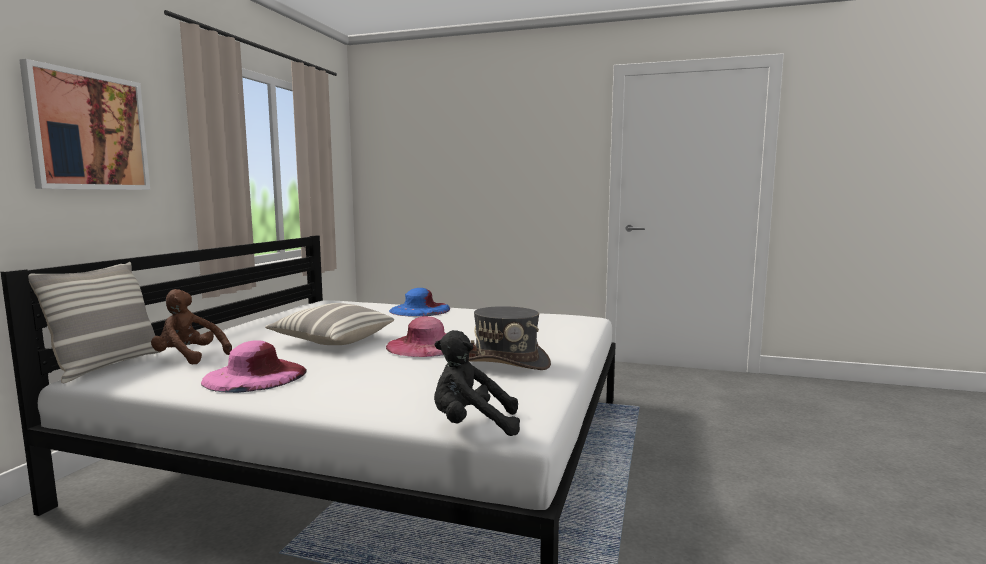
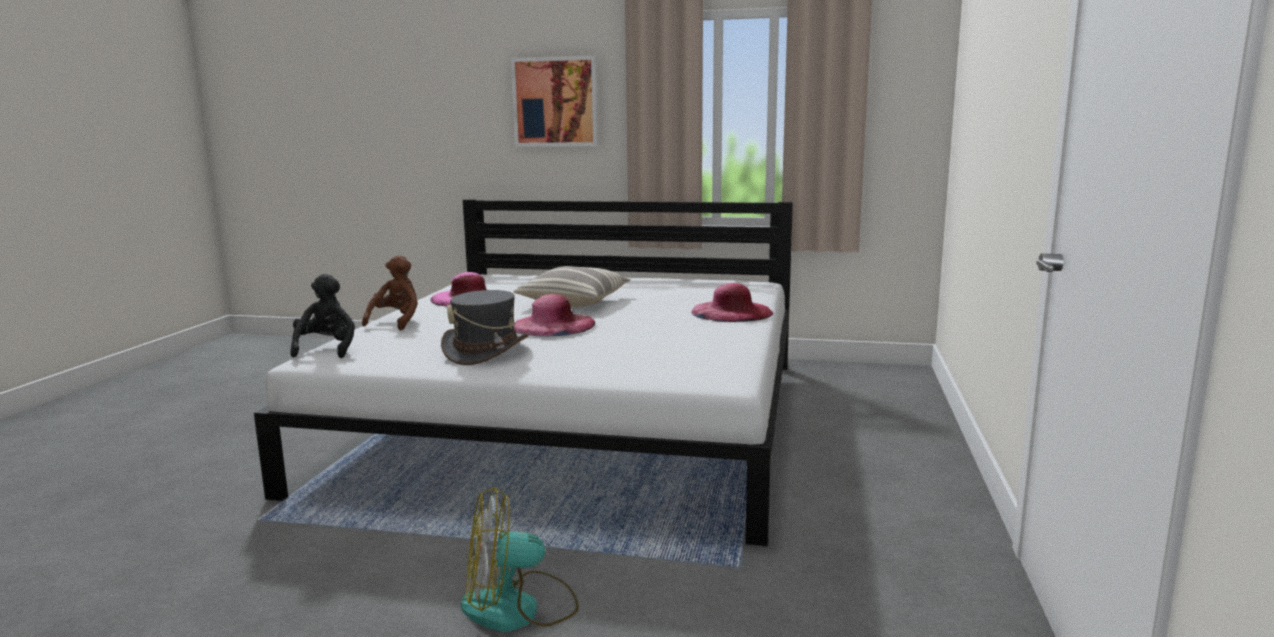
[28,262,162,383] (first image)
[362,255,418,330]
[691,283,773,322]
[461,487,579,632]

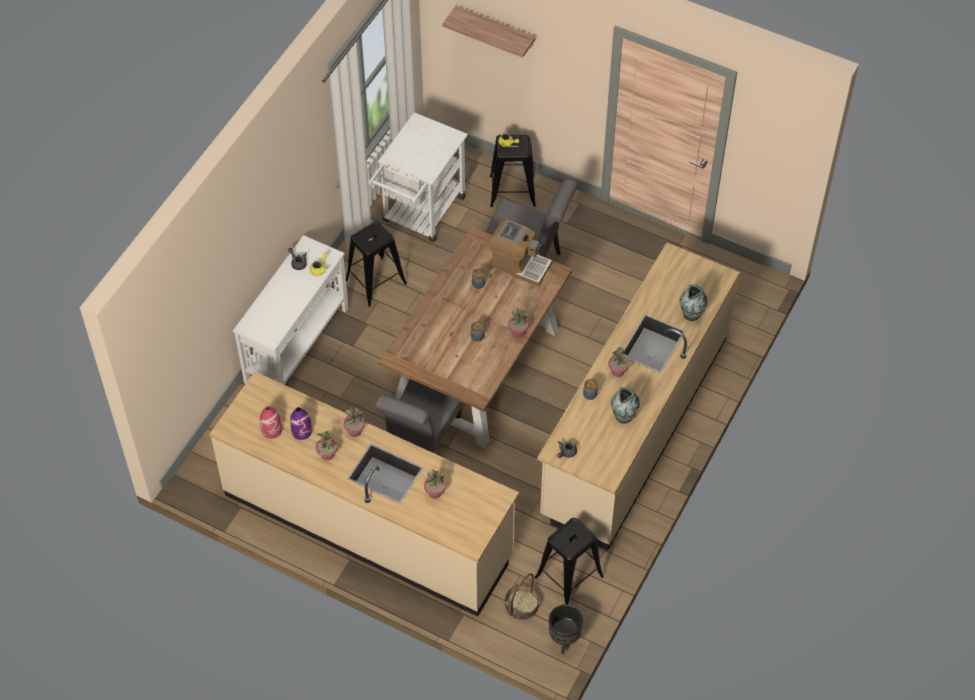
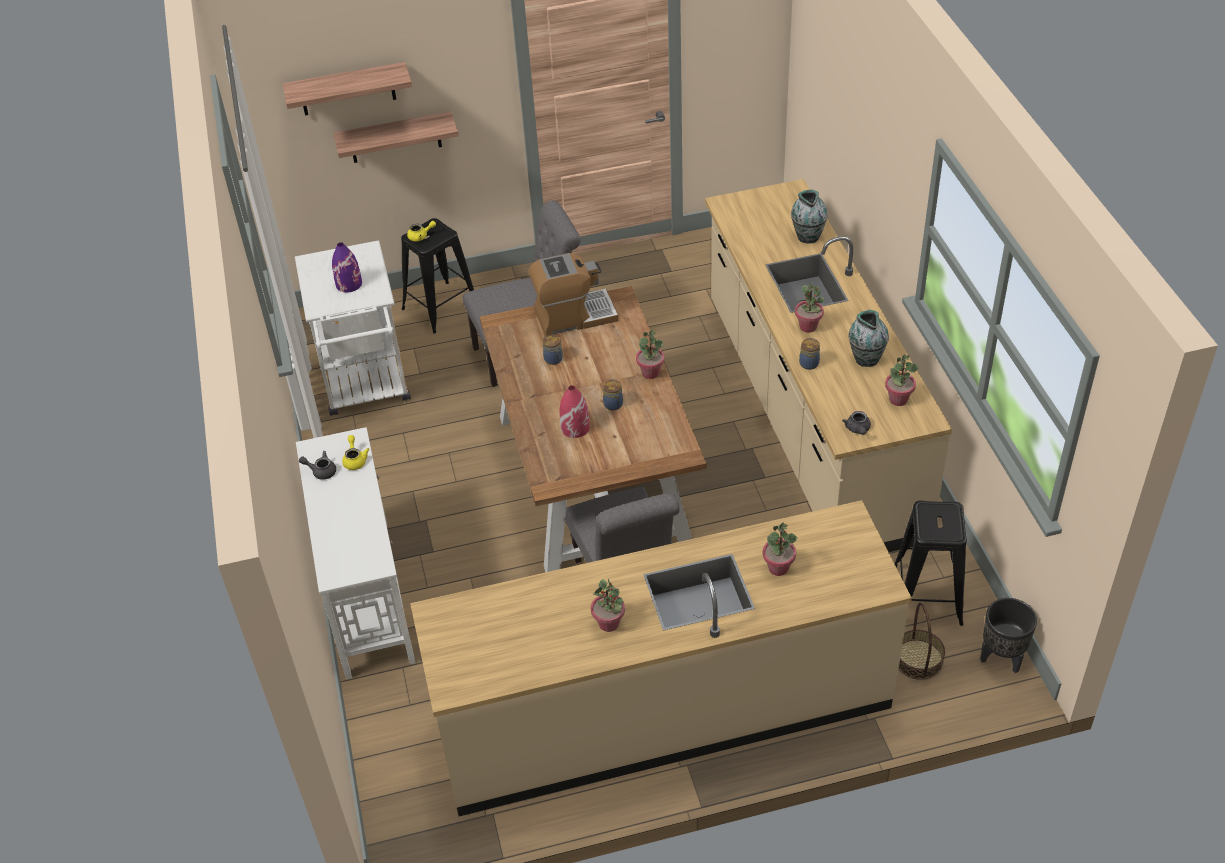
[560,385,590,438]
[332,242,362,292]
[885,354,918,406]
[346,221,407,307] (first image)
[333,111,459,163]

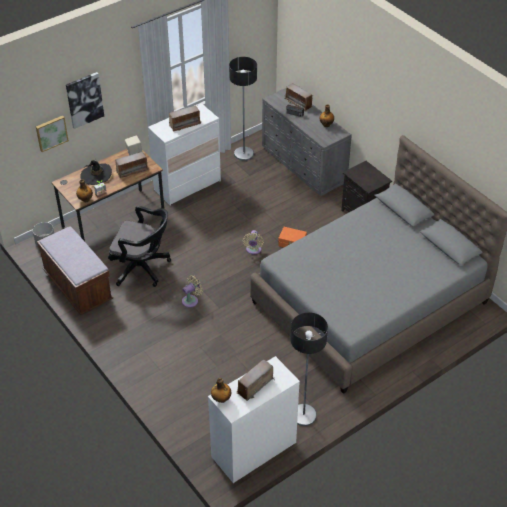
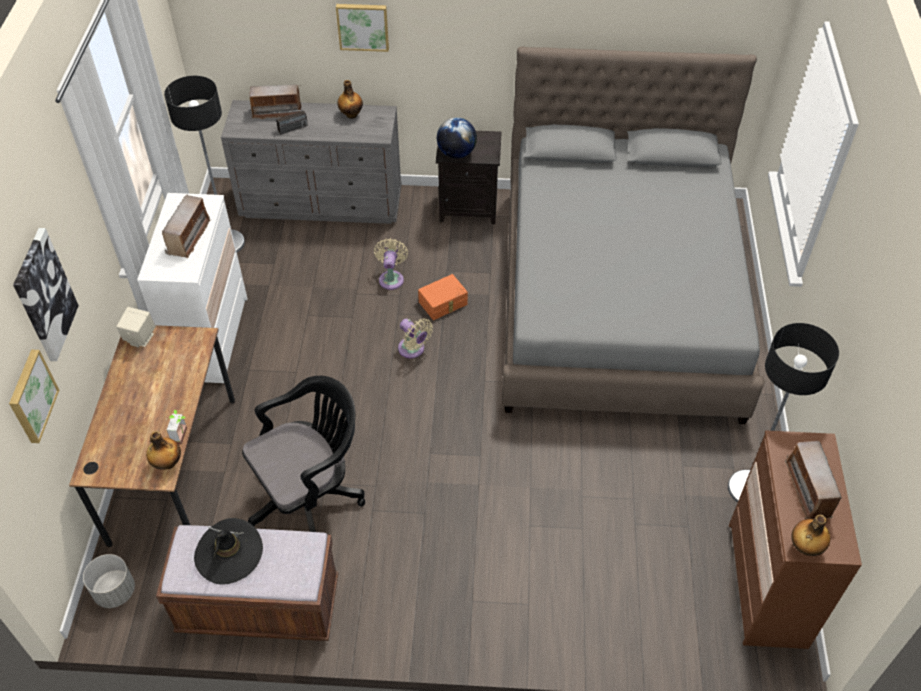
[194,518,263,585]
[115,152,149,178] (first image)
[374,238,408,290]
[729,431,862,649]
[336,4,389,52]
[437,117,477,158]

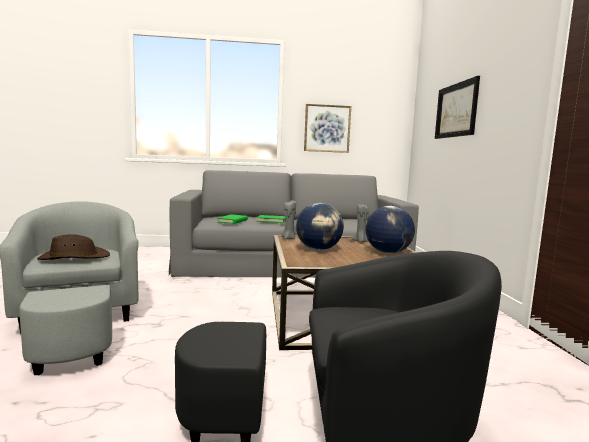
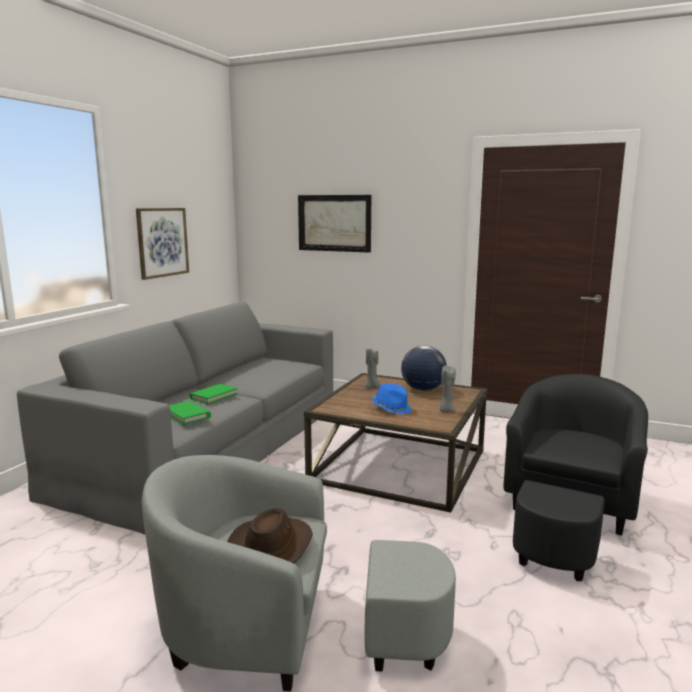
[440,366,456,412]
[371,384,412,414]

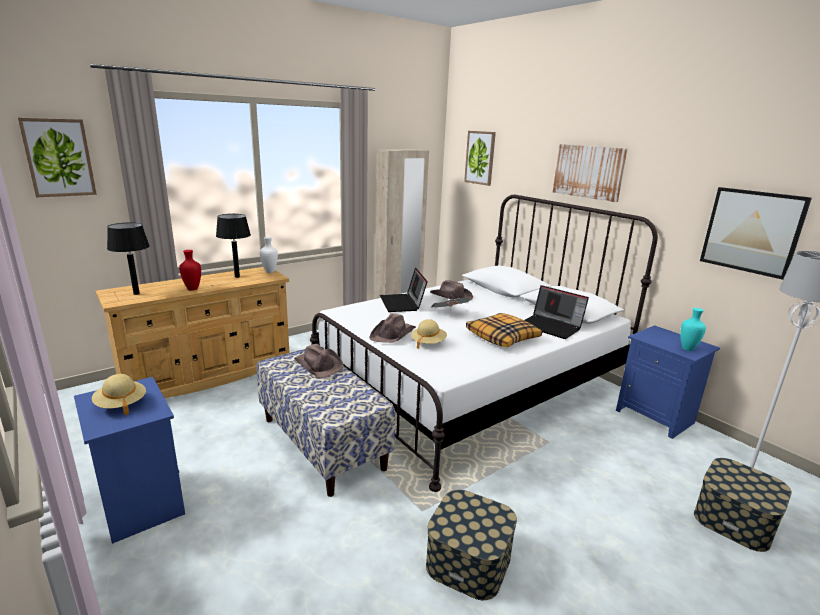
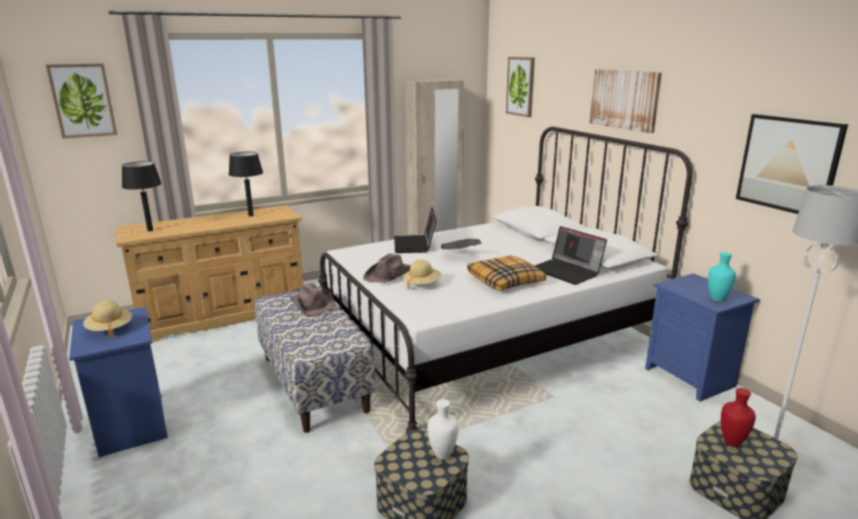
[721,388,756,447]
[427,399,459,460]
[430,280,473,301] (first image)

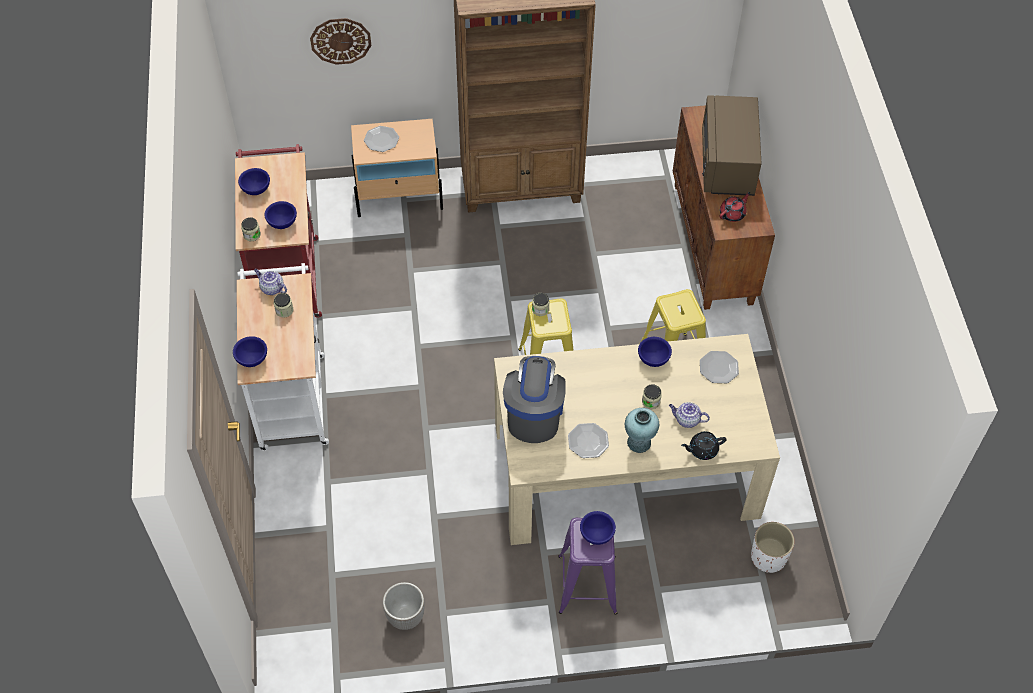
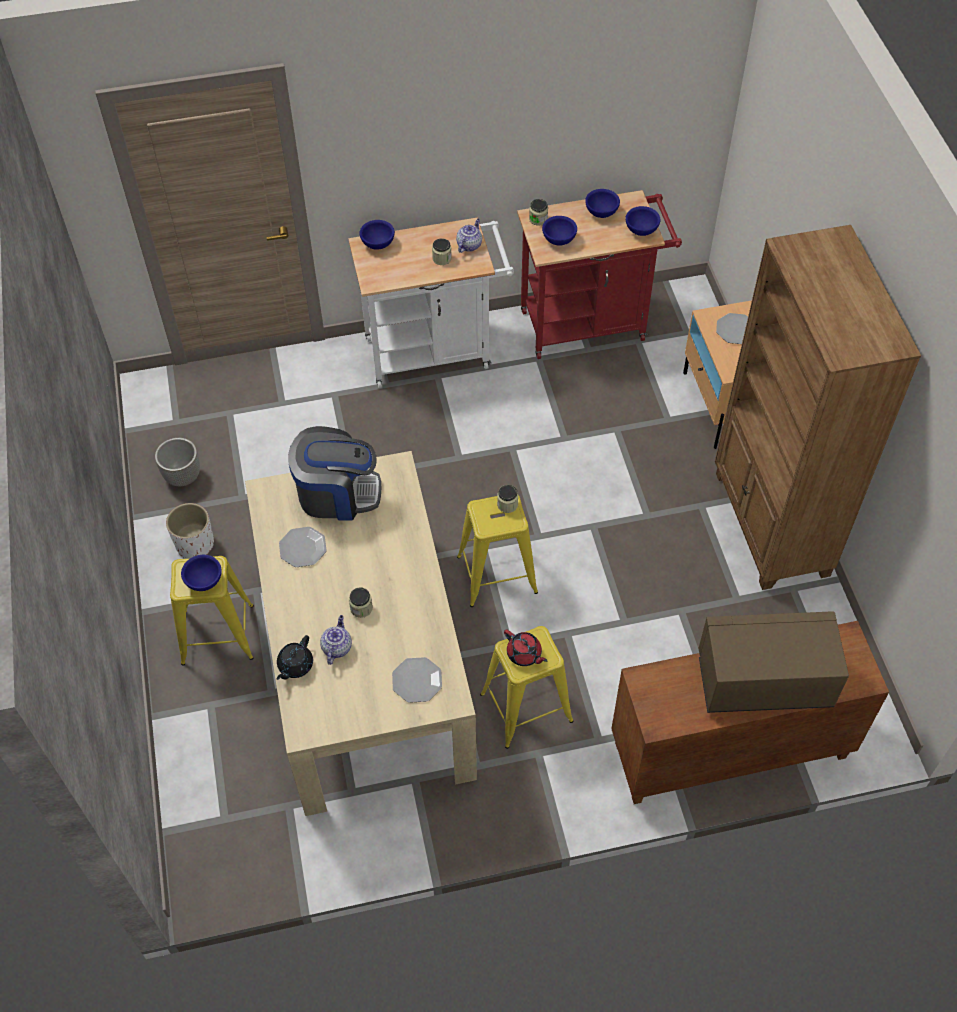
[310,18,371,65] (first image)
[170,556,254,666]
[625,408,659,453] (first image)
[625,206,660,236]
[277,635,313,680]
[504,630,547,666]
[166,503,214,559]

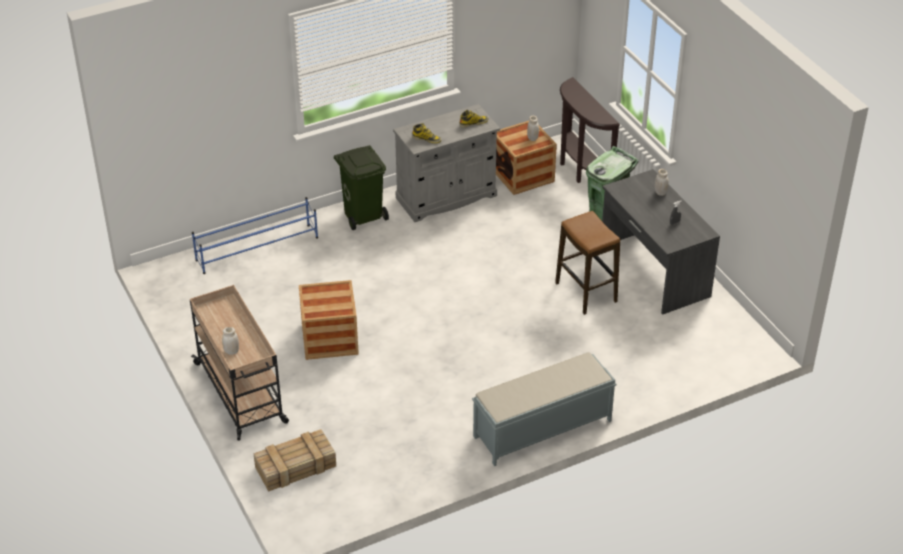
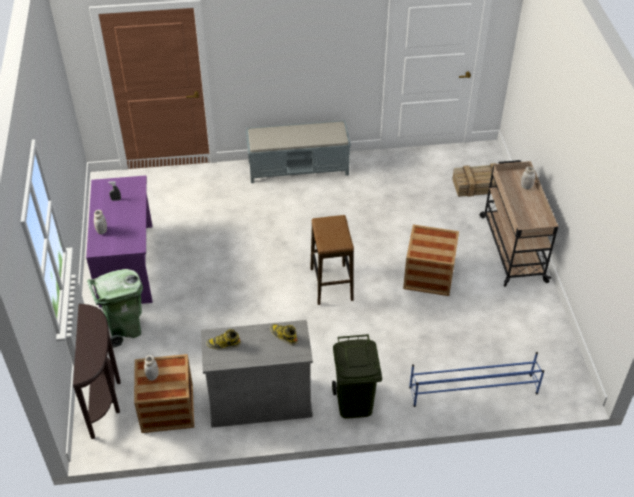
[310,215,354,305]
[86,175,153,308]

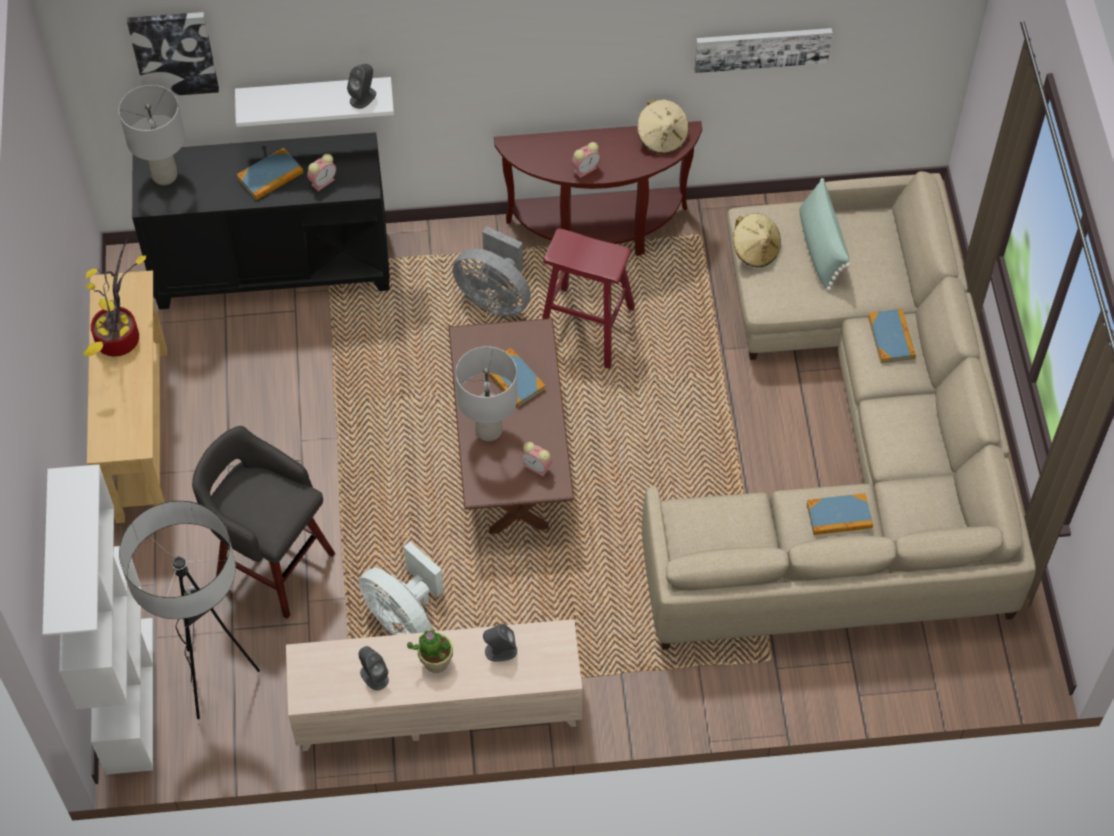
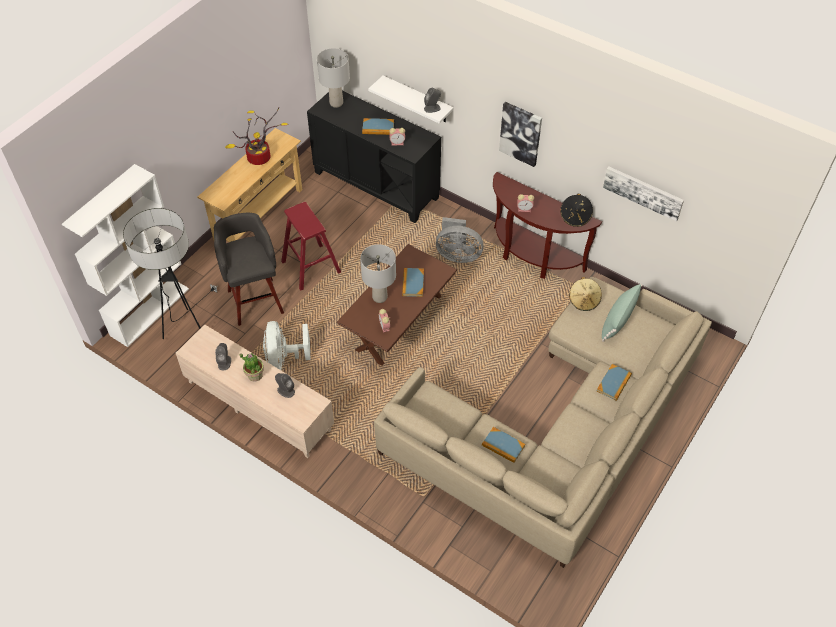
[499,102,542,167]
[436,217,484,263]
[281,202,341,290]
[560,194,593,227]

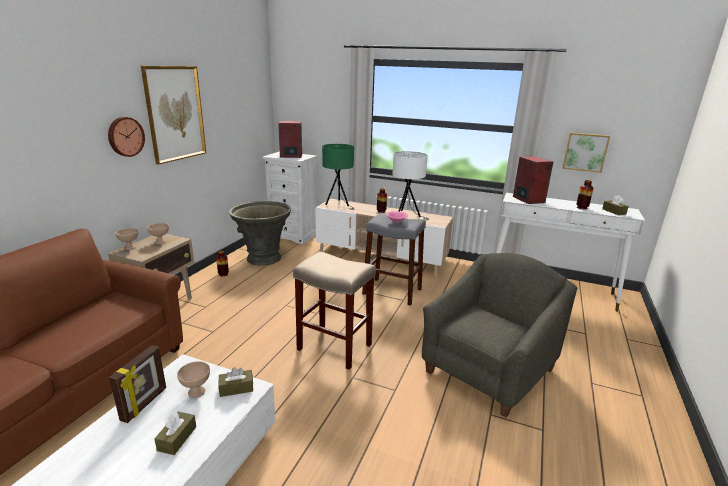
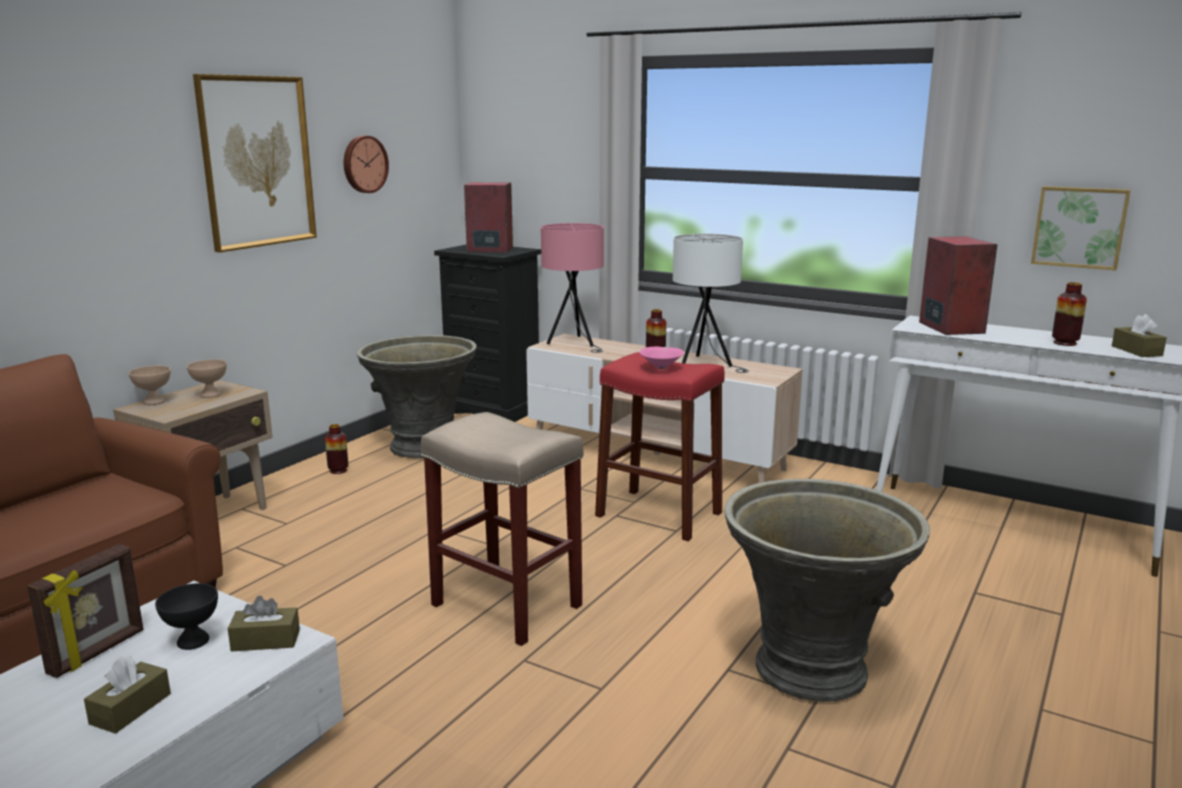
[344,136,389,193]
[155,583,218,650]
[434,245,541,422]
[541,223,604,353]
[595,352,725,541]
[724,479,930,702]

